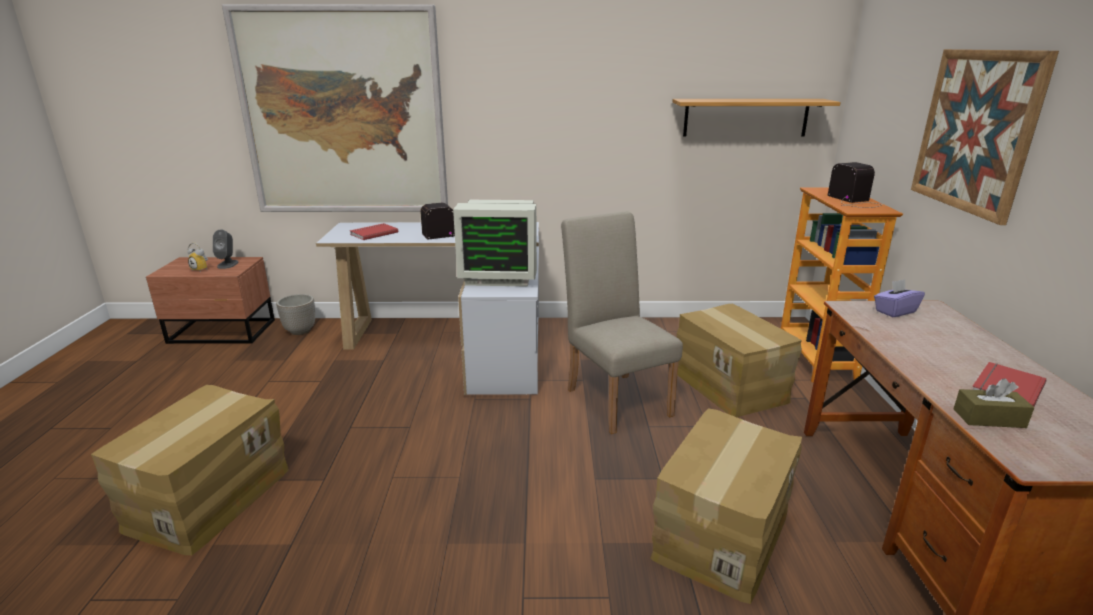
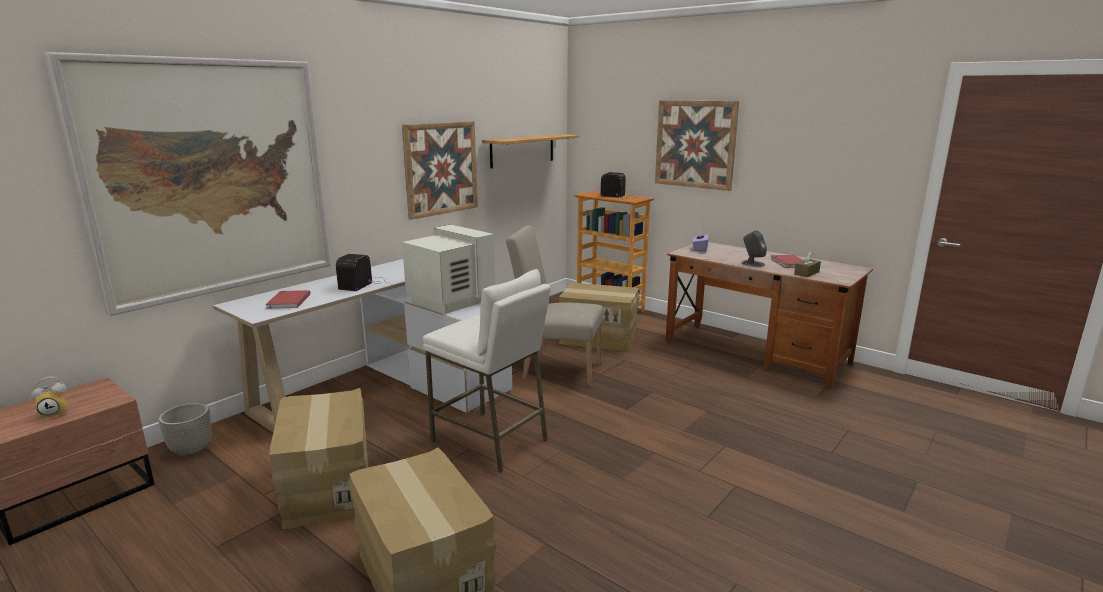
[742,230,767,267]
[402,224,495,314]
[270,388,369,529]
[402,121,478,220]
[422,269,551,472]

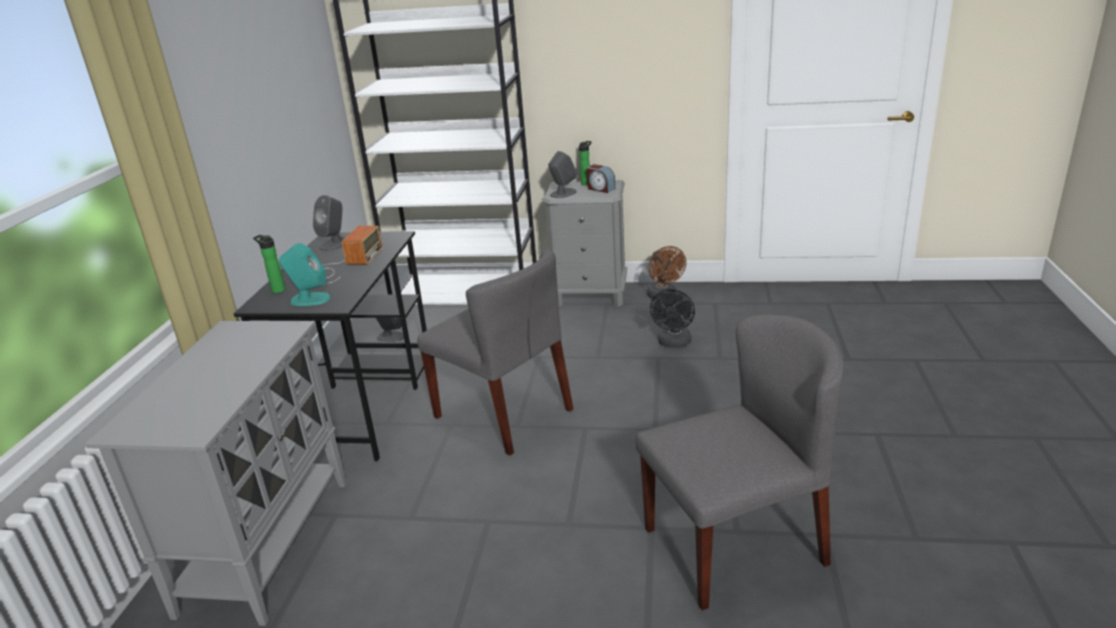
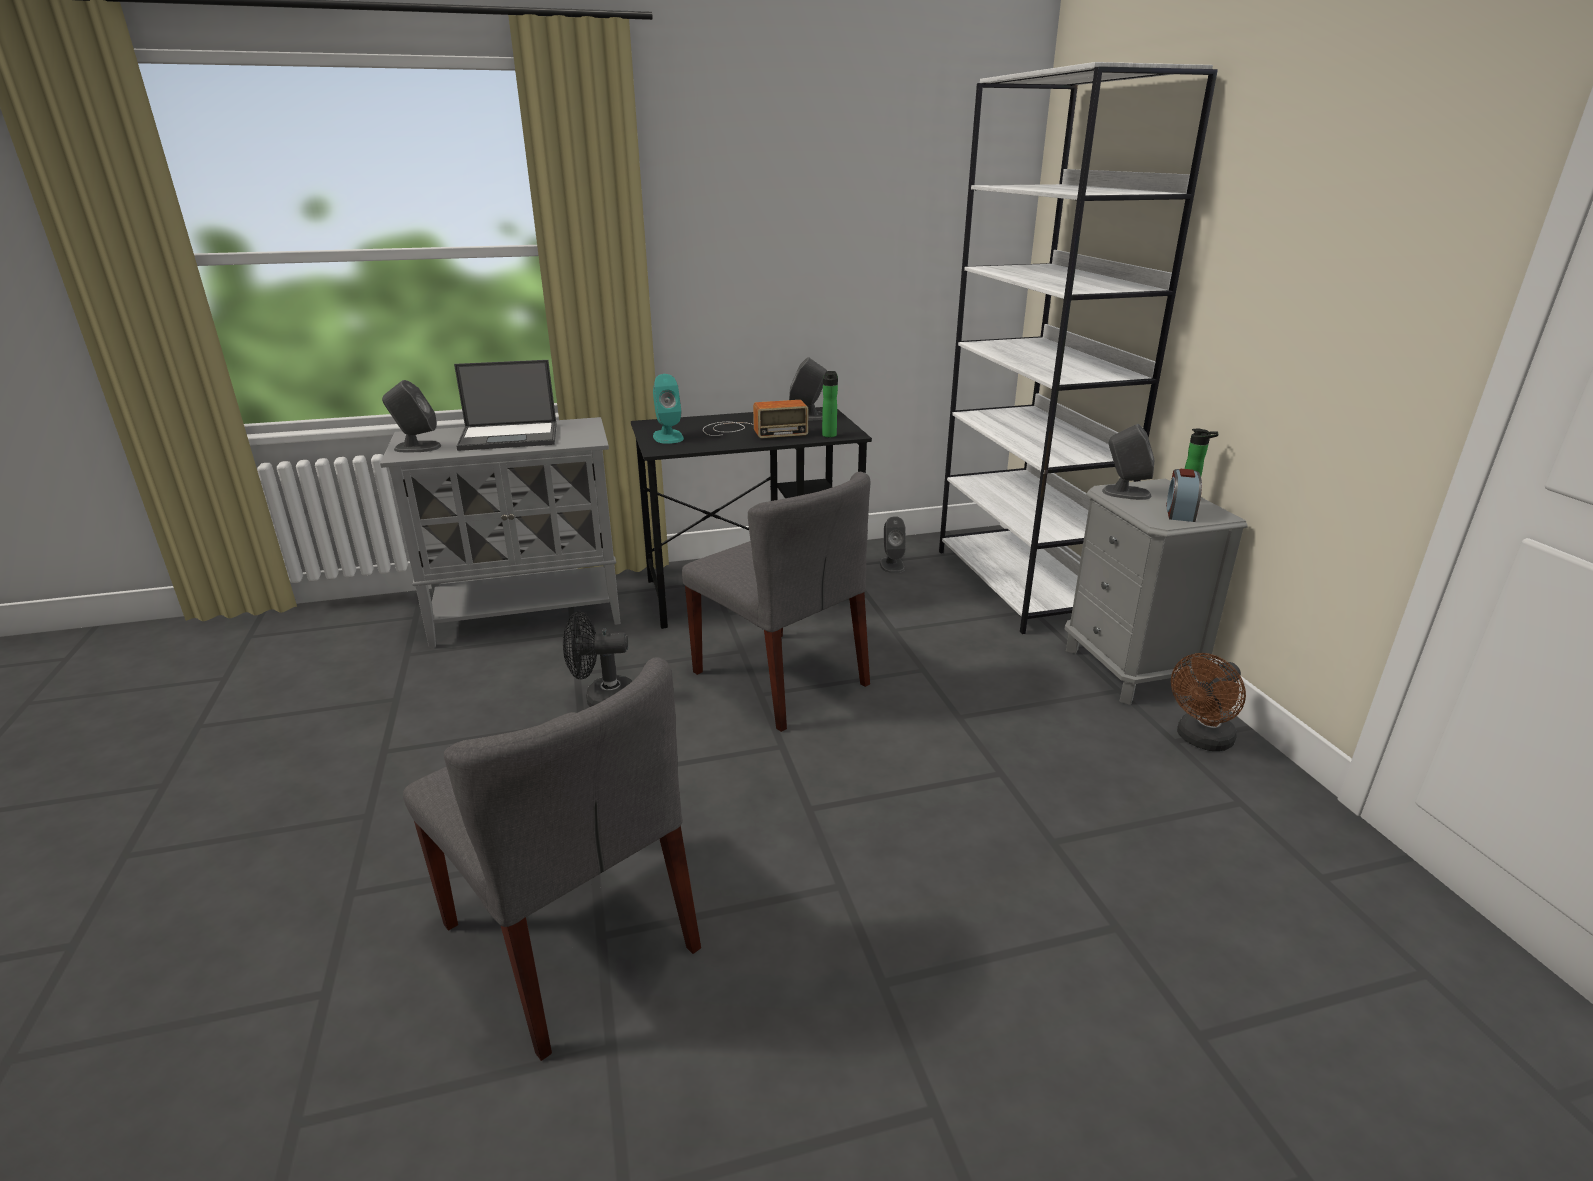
[822,371,838,437]
[682,472,870,732]
[563,612,632,707]
[382,380,441,452]
[454,360,557,451]

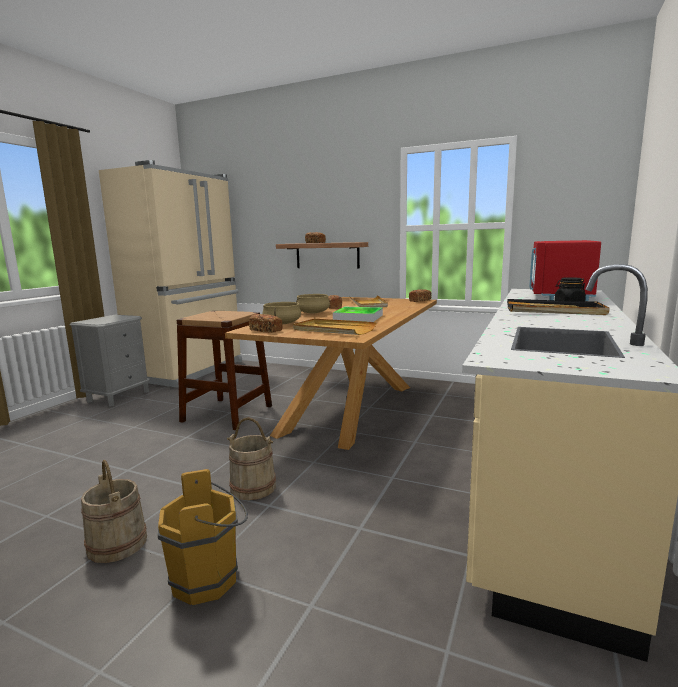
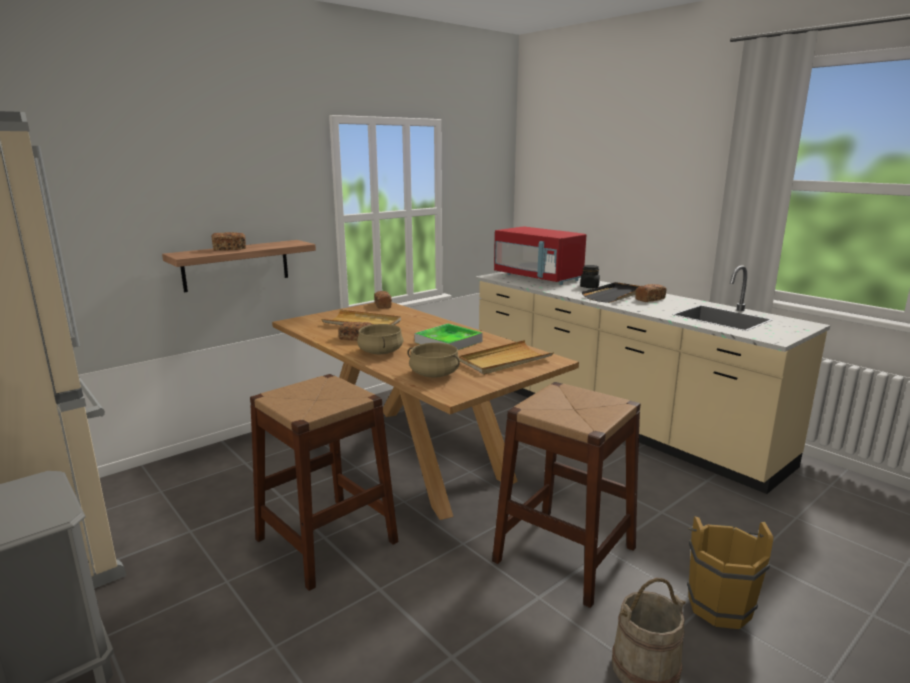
[492,382,640,608]
[635,284,667,302]

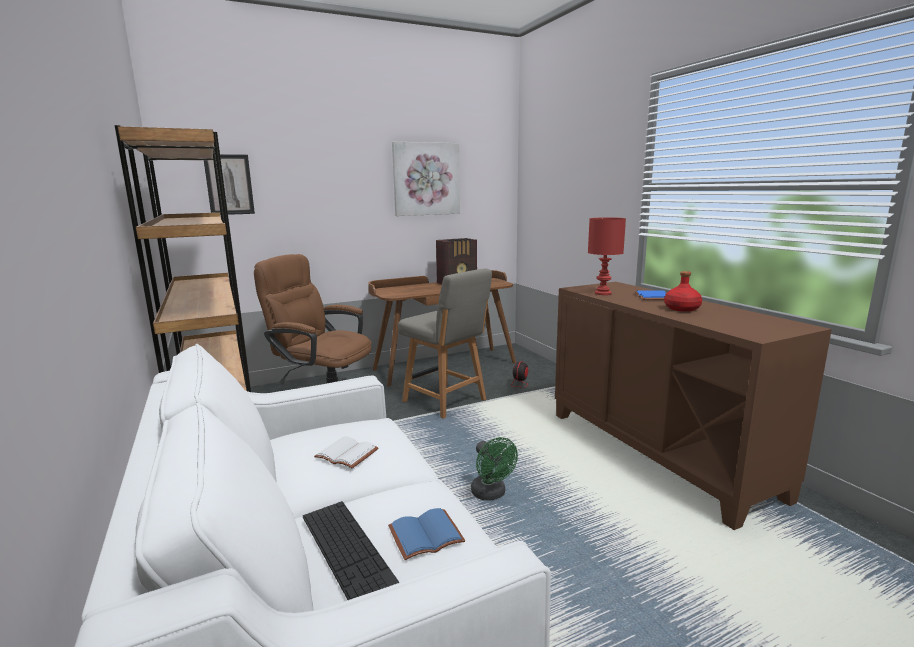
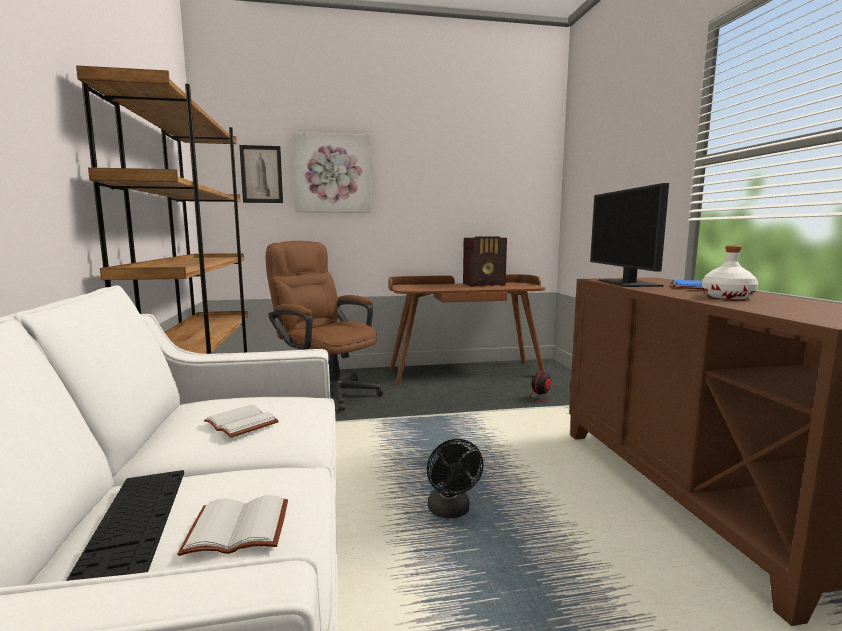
[178,495,288,556]
[292,132,372,213]
[398,269,492,419] (first image)
[427,439,483,518]
[590,183,669,287]
[702,245,758,299]

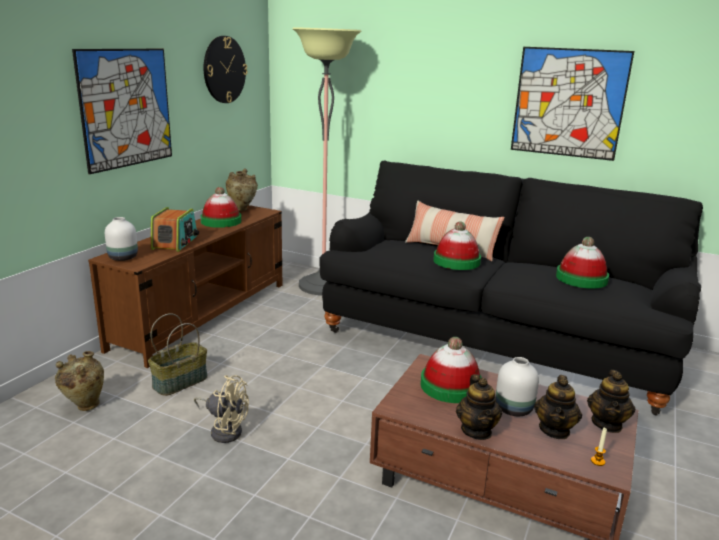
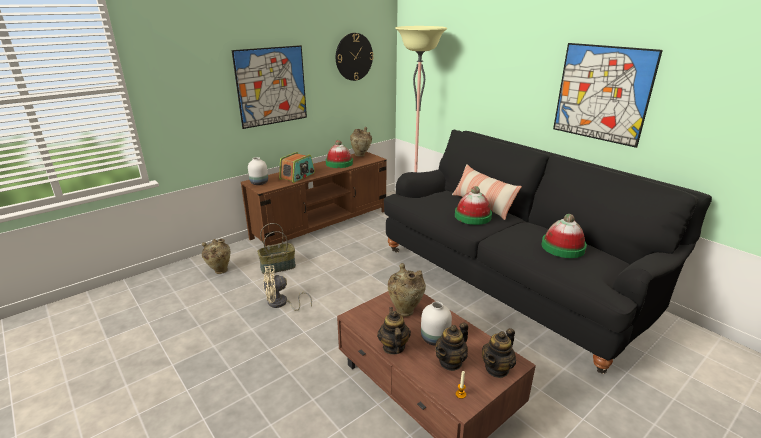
[263,266,312,311]
[388,263,426,317]
[377,307,411,355]

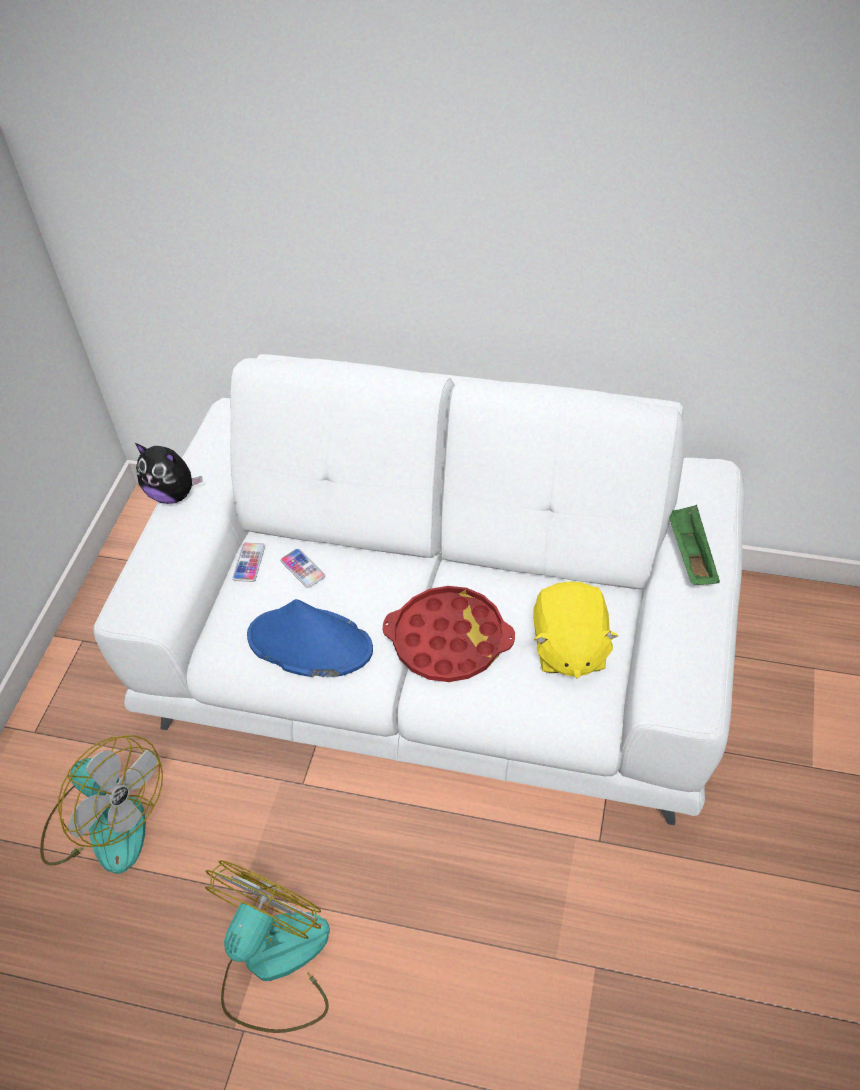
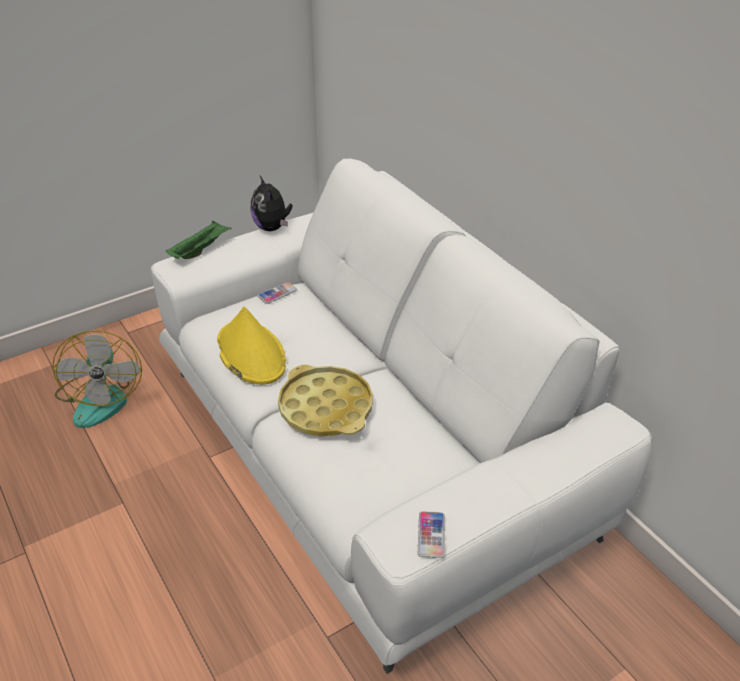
[205,860,330,1033] (first image)
[217,307,286,385]
[418,511,445,558]
[278,365,373,437]
[533,582,618,679] (first image)
[166,221,231,259]

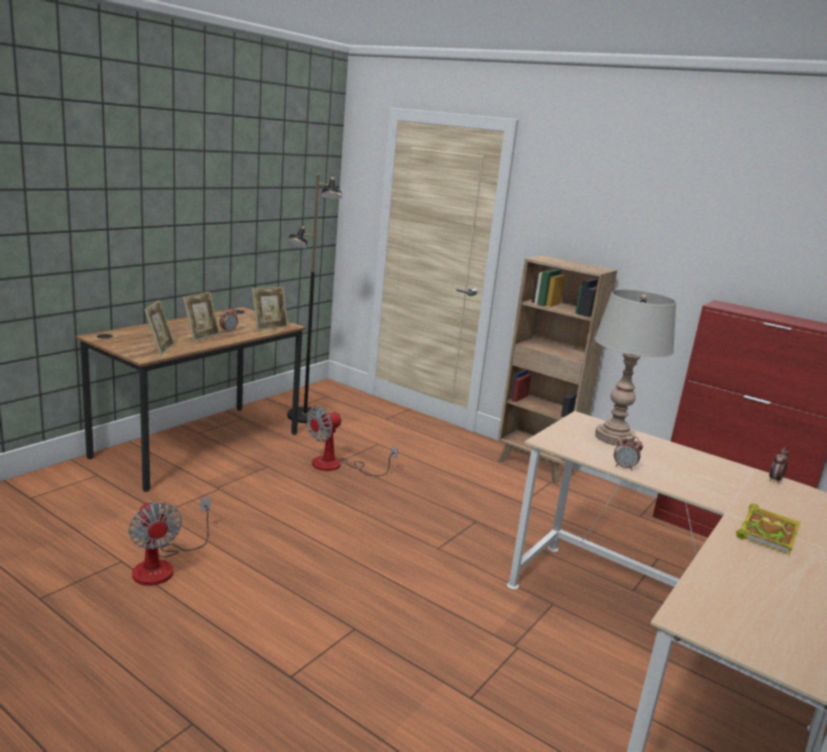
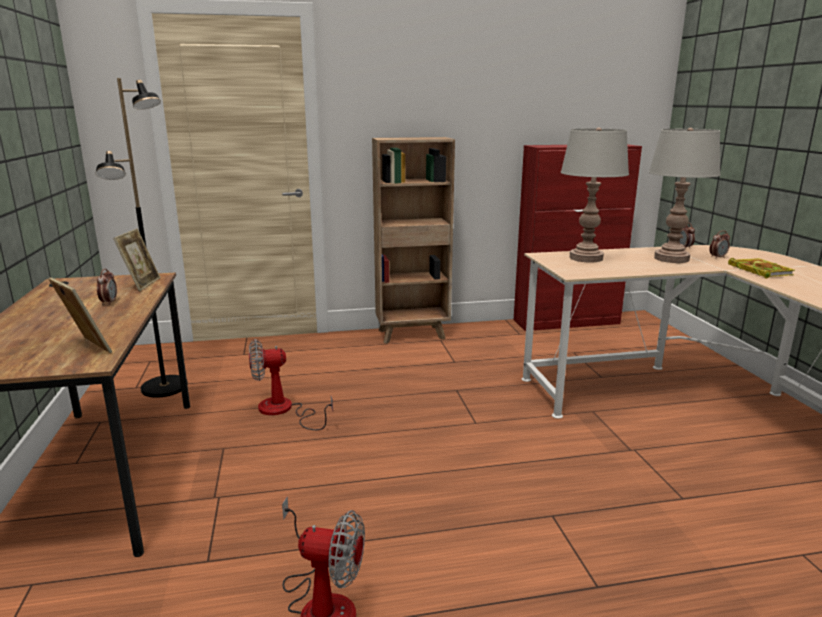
[183,292,220,342] (first image)
[249,339,333,430]
[709,230,730,259]
[649,128,721,263]

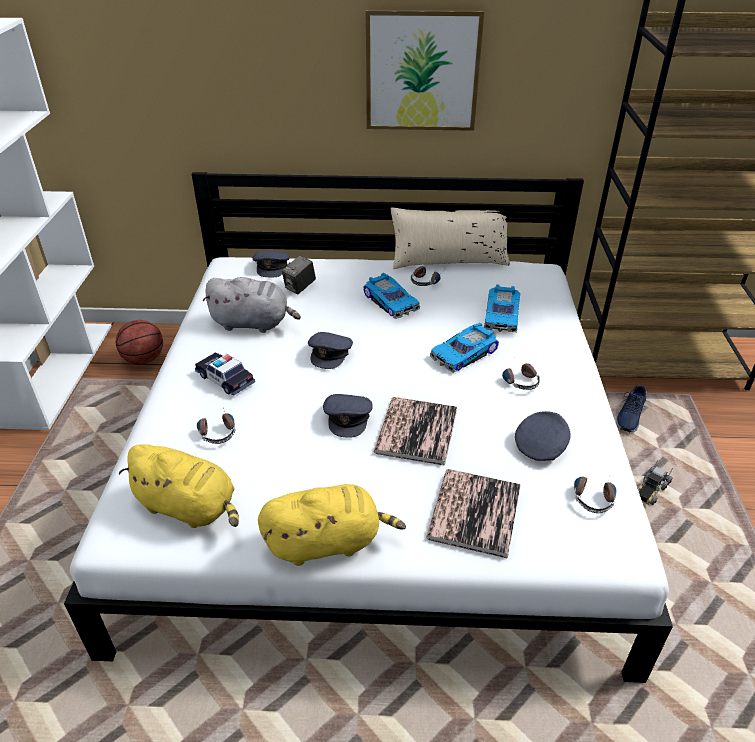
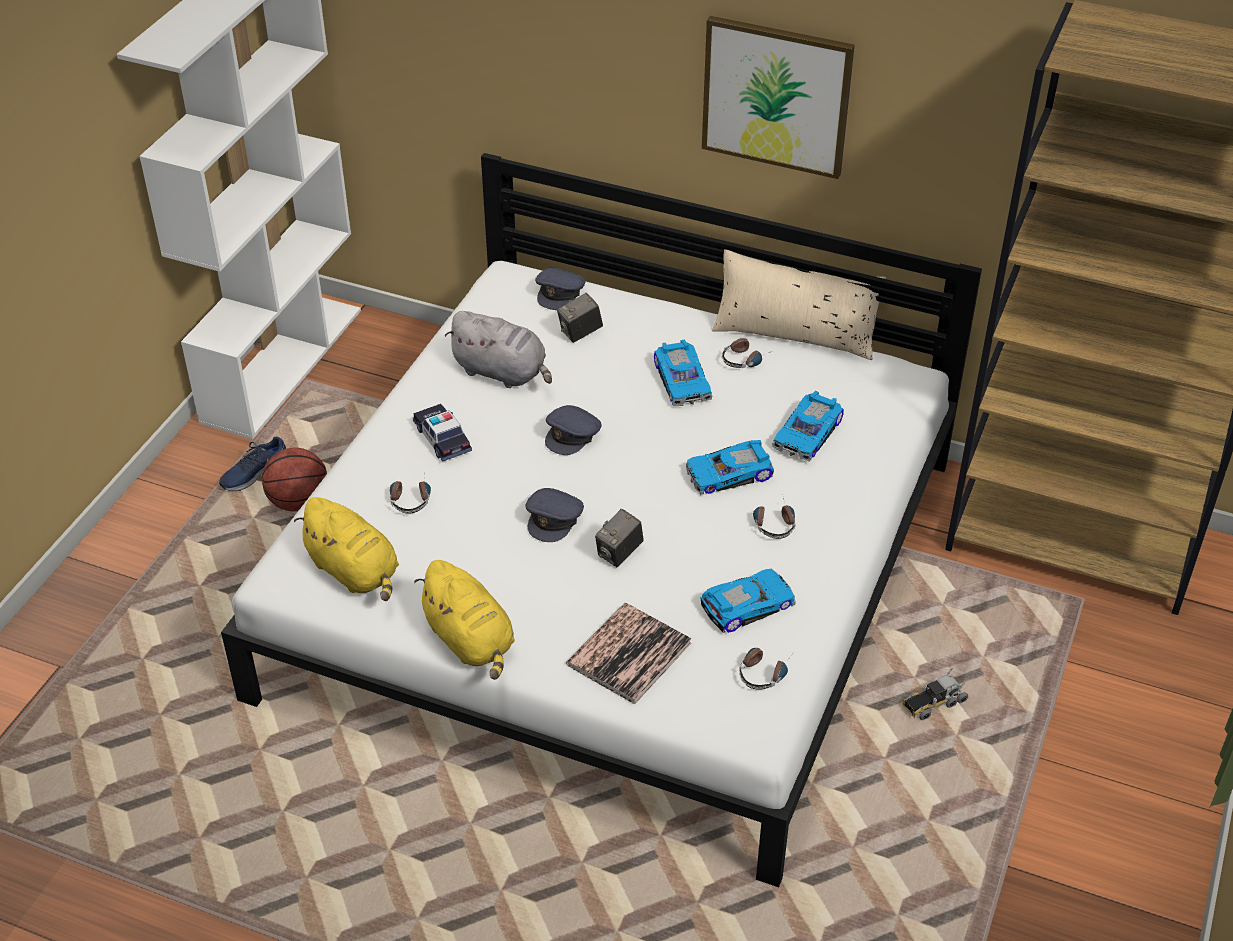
[262,448,327,512]
[414,560,515,680]
[595,509,644,567]
[700,569,796,633]
[219,437,287,491]

